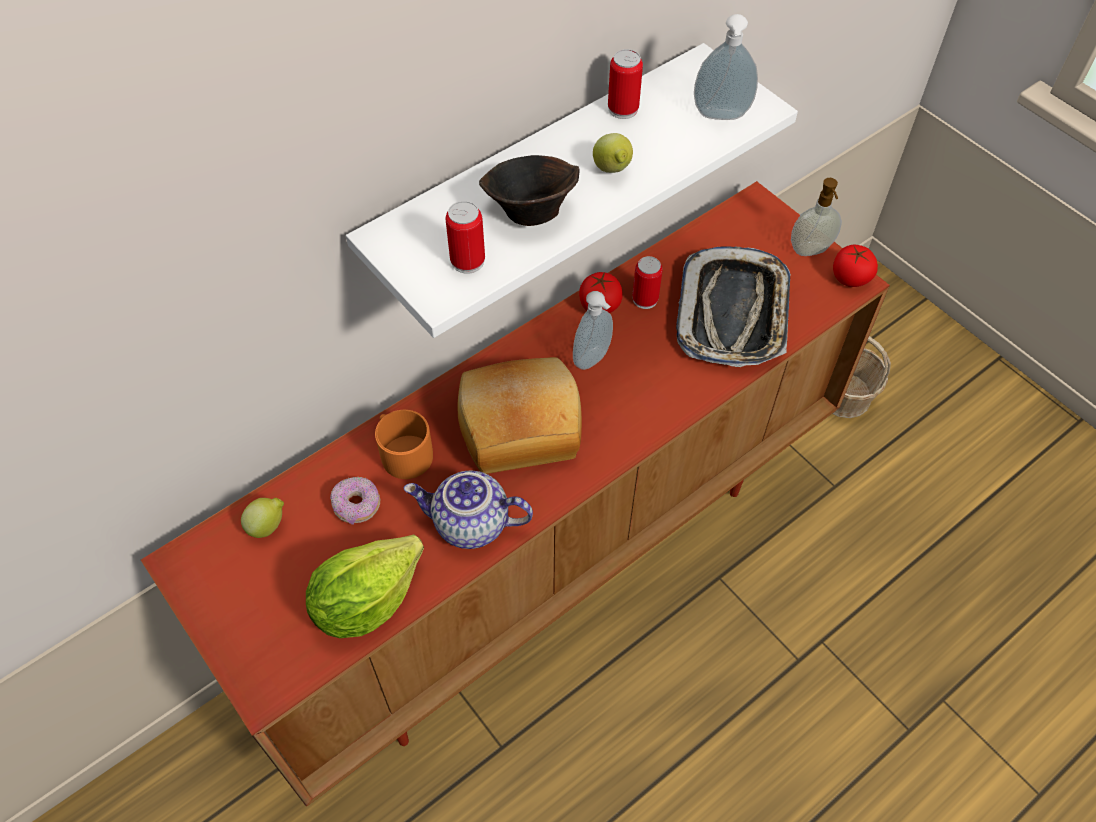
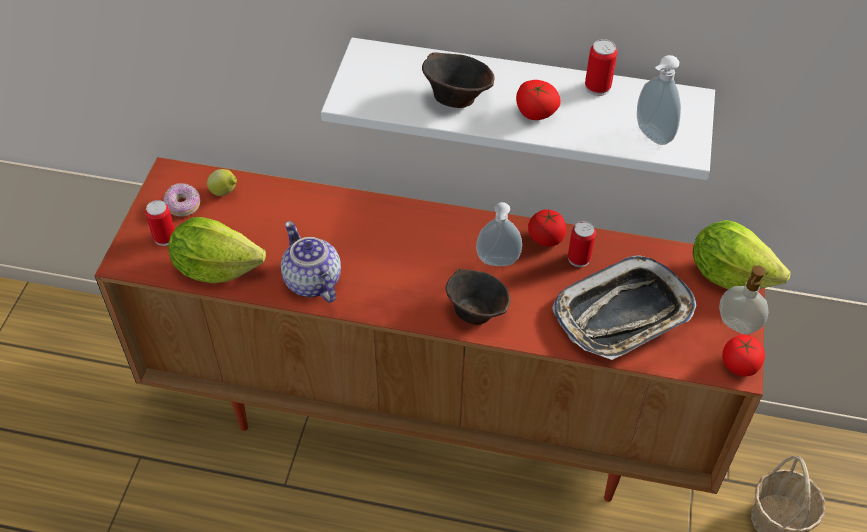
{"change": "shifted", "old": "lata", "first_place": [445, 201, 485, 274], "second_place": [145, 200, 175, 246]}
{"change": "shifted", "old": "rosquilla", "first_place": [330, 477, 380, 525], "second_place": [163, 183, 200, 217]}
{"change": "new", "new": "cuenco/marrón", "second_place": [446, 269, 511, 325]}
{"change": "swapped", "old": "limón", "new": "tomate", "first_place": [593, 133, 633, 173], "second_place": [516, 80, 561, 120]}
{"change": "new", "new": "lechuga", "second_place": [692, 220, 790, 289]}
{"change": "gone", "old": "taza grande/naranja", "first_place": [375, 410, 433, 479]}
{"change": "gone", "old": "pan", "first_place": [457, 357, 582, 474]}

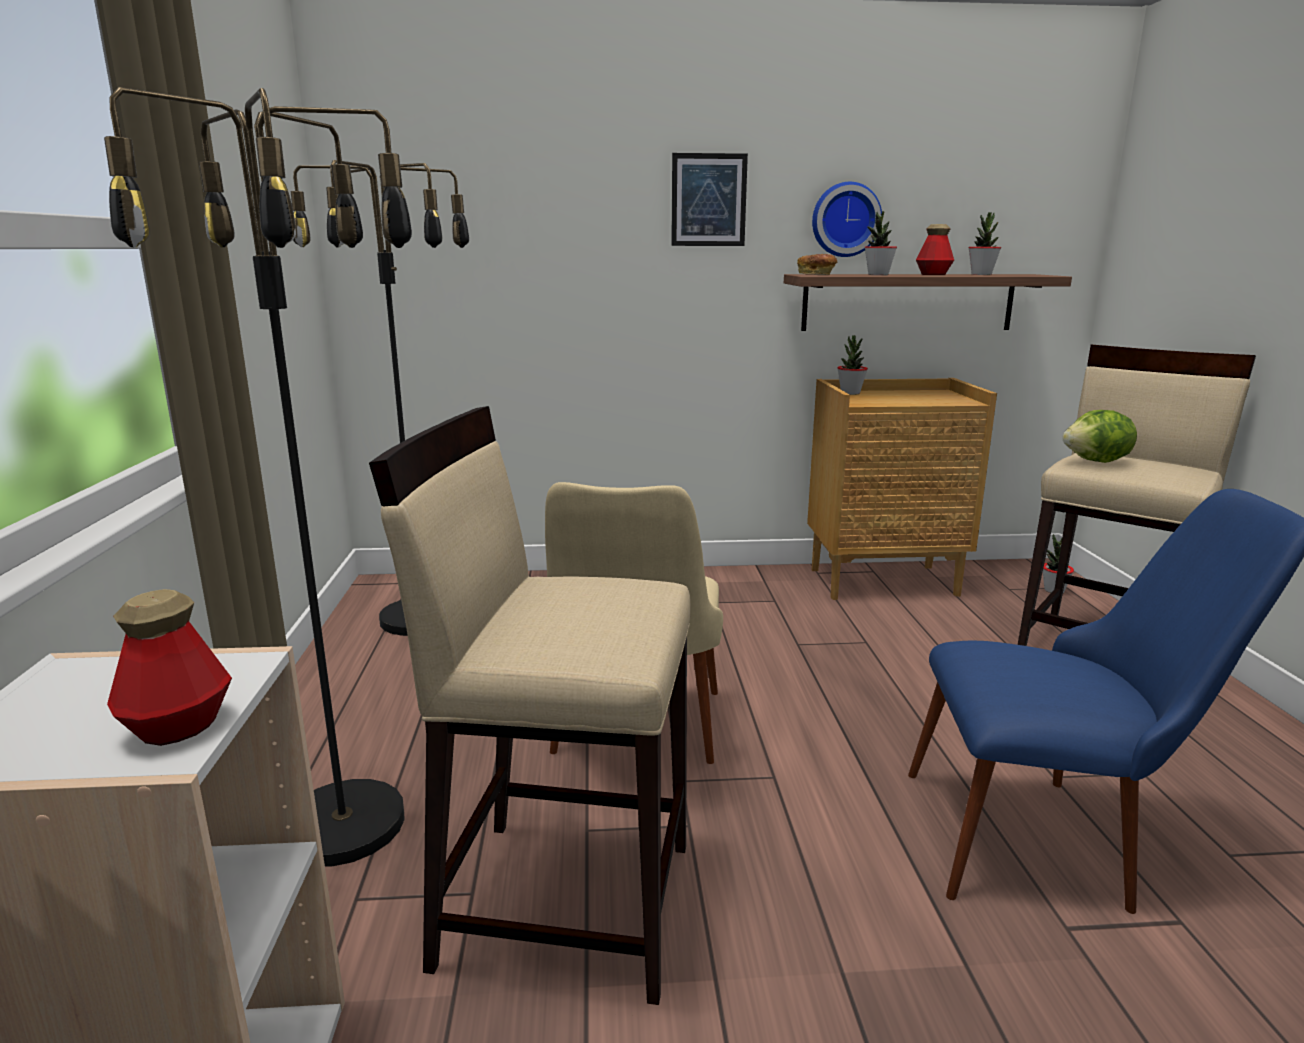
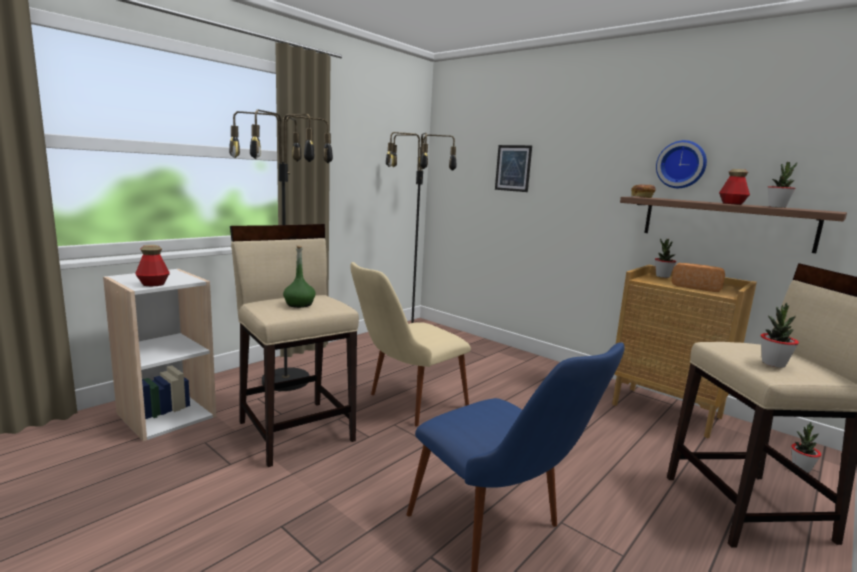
{"change": "new", "new": "botella/verde", "second_place": [283, 245, 316, 308]}
{"change": "shifted", "old": "cuadro", "first_place": [671, 153, 748, 246], "second_place": [495, 145, 532, 192]}
{"change": "new", "new": "pan", "second_place": [671, 263, 725, 292]}
{"change": "shifted", "old": "planta en maceta", "first_place": [865, 211, 897, 275], "second_place": [761, 303, 799, 368]}
{"change": "gone", "old": "lechuga", "first_place": [1063, 410, 1137, 463]}

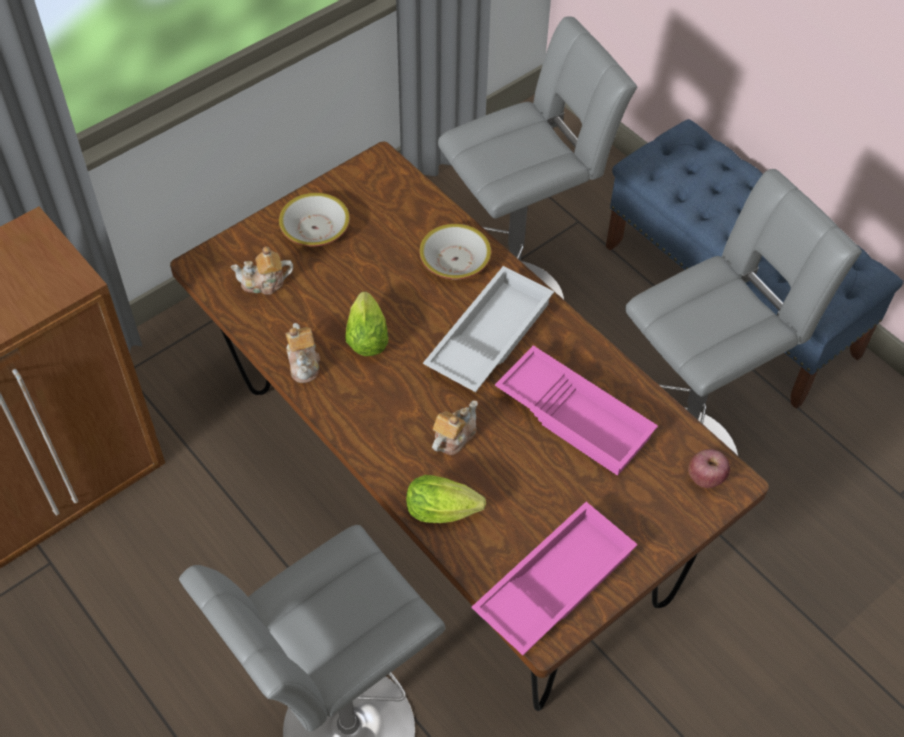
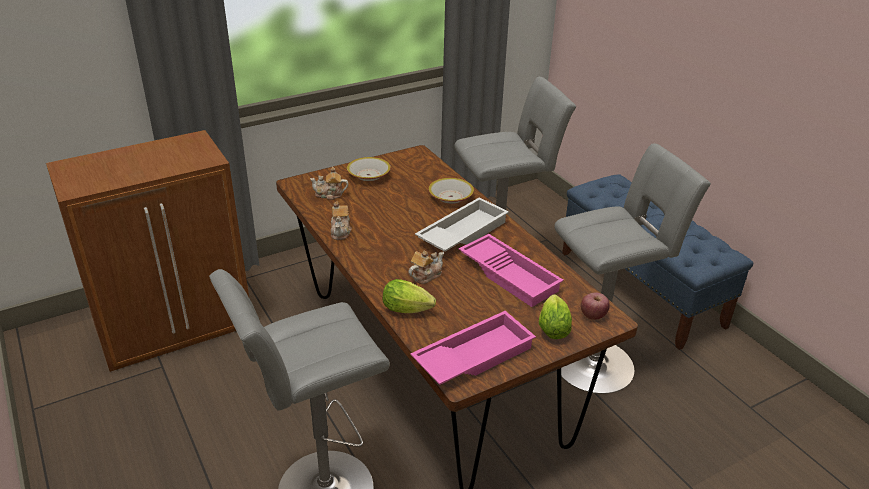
{"change": "shifted", "old": "lechuga", "first_place": [345, 292, 388, 356], "second_place": [539, 295, 572, 339]}

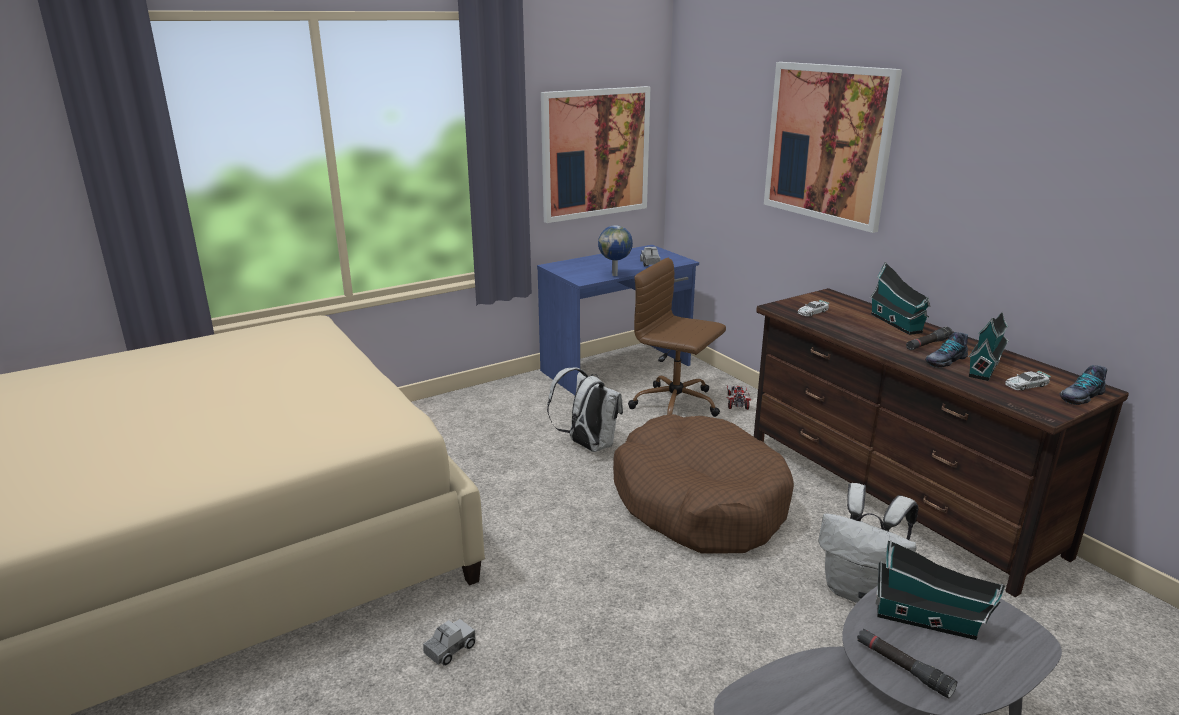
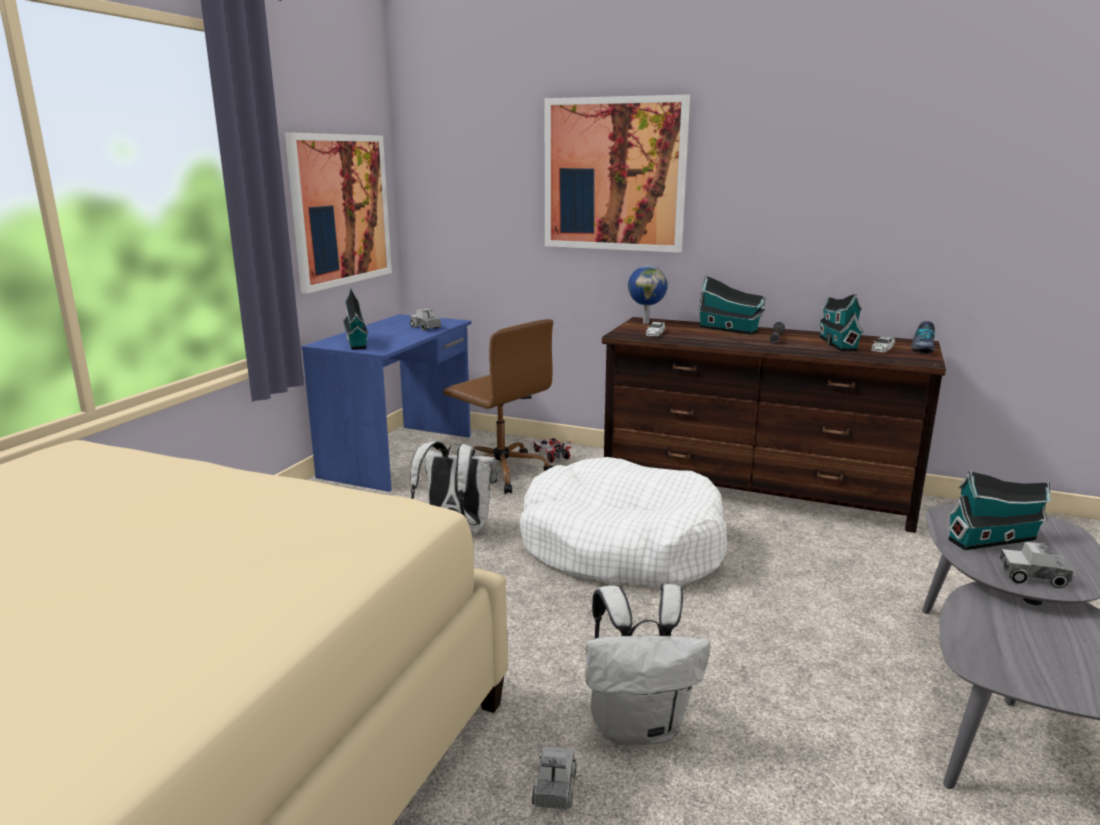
{"change": "new", "new": "casita", "second_place": [343, 287, 368, 350]}
{"change": "rotated", "old": "silla de oficina/marrón", "first_place": [628, 258, 726, 417], "second_place": [443, 319, 554, 494], "degrees": -135}
{"change": "repainted", "old": "cama para perro/marrón", "new": "cama para perro/blanco", "first_place": [613, 414, 794, 553], "second_place": [519, 457, 727, 587]}
{"change": "shifted", "old": "mochila/blanco", "first_place": [819, 483, 919, 603], "second_place": [586, 584, 711, 745]}
{"change": "shifted", "old": "globo terráqueo", "first_place": [598, 225, 633, 276], "second_place": [628, 266, 667, 324]}
{"change": "swapped", "old": "linterna/negro", "new": "camión de juguete", "first_place": [857, 628, 957, 698], "second_place": [999, 542, 1074, 588]}
{"change": "gone", "old": "zapato", "first_place": [925, 332, 968, 368]}

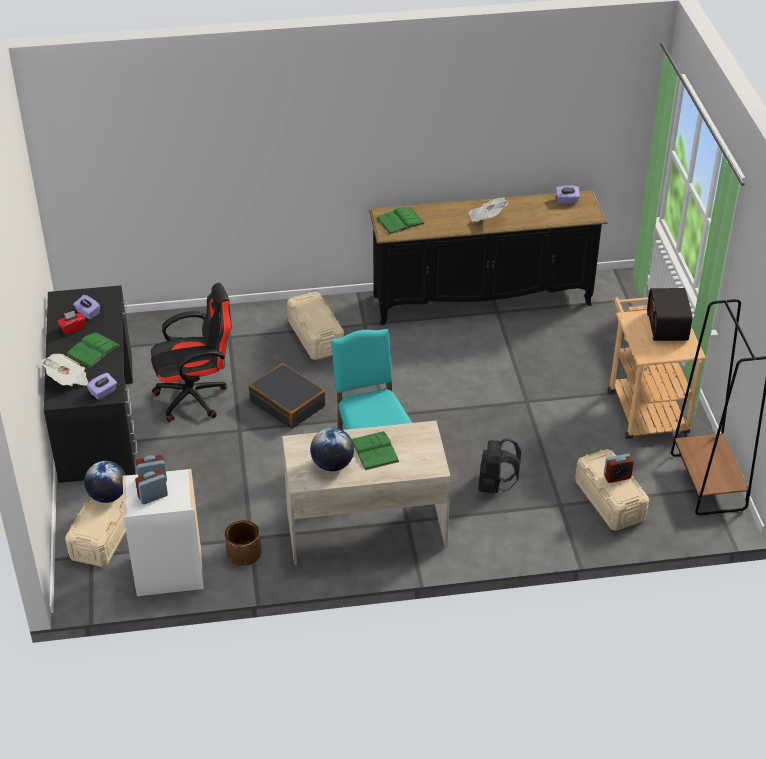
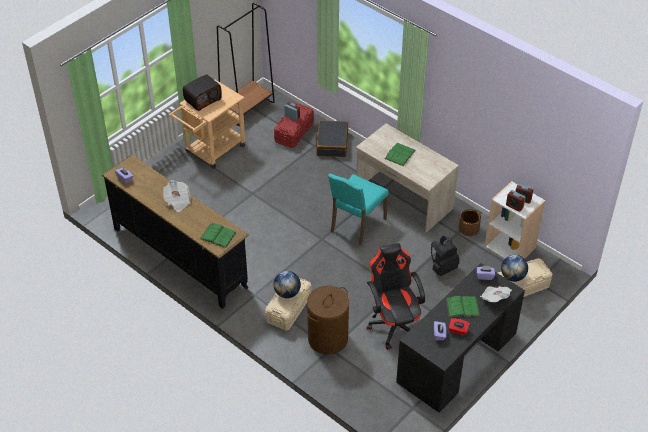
{"change": "shifted", "old": "globo terráqueo", "first_place": [310, 428, 354, 471], "second_place": [273, 271, 301, 298]}
{"change": "repainted", "old": "caja de almacenaje/beis", "new": "caja de almacenaje/rojo", "first_place": [575, 449, 649, 531], "second_place": [274, 103, 314, 148]}
{"change": "new", "new": "cesto de la ropa/marrón", "second_place": [307, 285, 349, 355]}
{"change": "shifted", "old": "maleta/negro", "first_place": [248, 363, 326, 429], "second_place": [315, 120, 348, 157]}
{"change": "rotated", "old": "silla de oficina/negro", "first_place": [151, 283, 232, 423], "second_place": [367, 243, 425, 350], "degrees": 45}
{"change": "shifted", "old": "mochila/negro", "first_place": [478, 438, 521, 493], "second_place": [431, 236, 459, 276]}

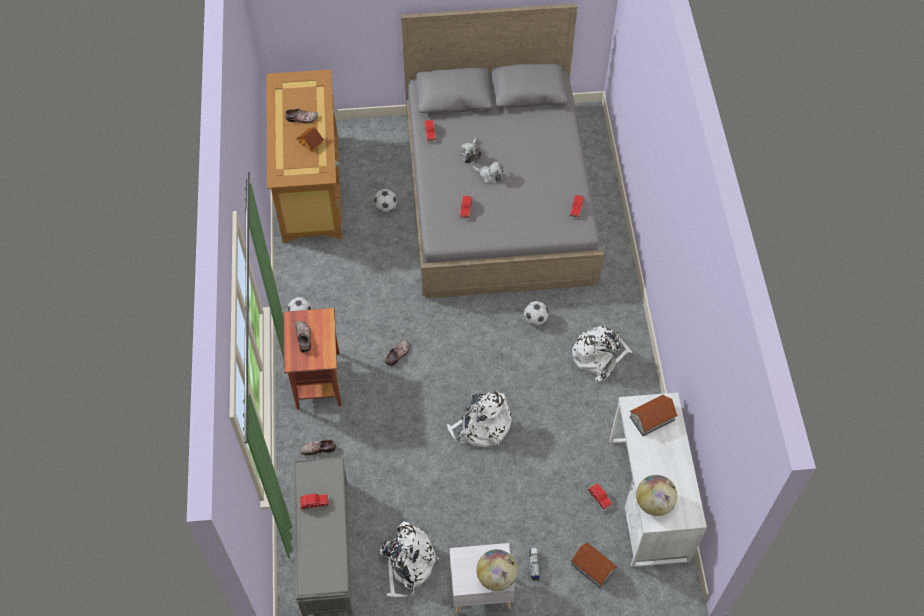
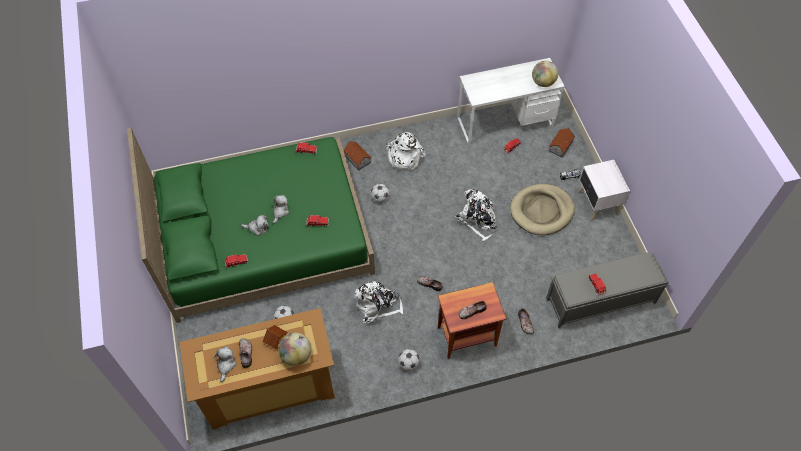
{"change": "repainted", "old": "cama/gris", "new": "cama/verde", "first_place": [401, 4, 604, 299], "second_place": [127, 128, 375, 323]}
{"change": "new", "new": "peluche", "second_place": [214, 346, 237, 382]}
{"change": "shifted", "old": "globo terráqueo", "first_place": [476, 549, 517, 591], "second_place": [278, 333, 311, 366]}
{"change": "shifted", "old": "casita", "first_place": [630, 395, 678, 436], "second_place": [344, 141, 372, 171]}
{"change": "shifted", "old": "mochila/blanco", "first_place": [380, 521, 439, 597], "second_place": [355, 281, 403, 323]}
{"change": "new", "new": "cama para perro/beis", "second_place": [510, 184, 575, 235]}

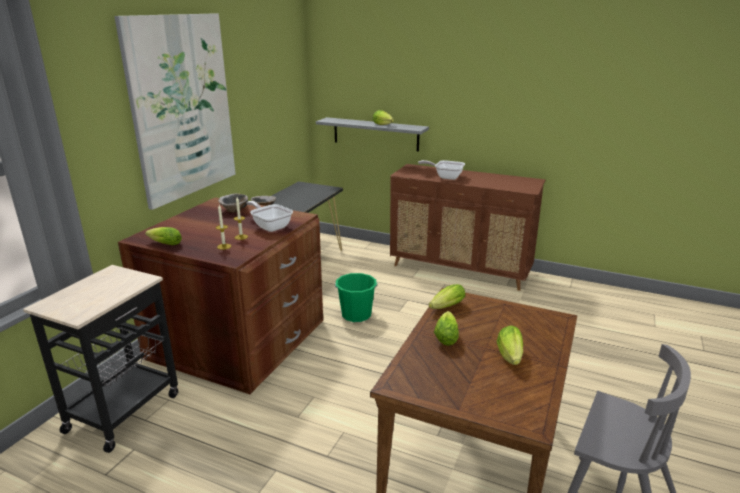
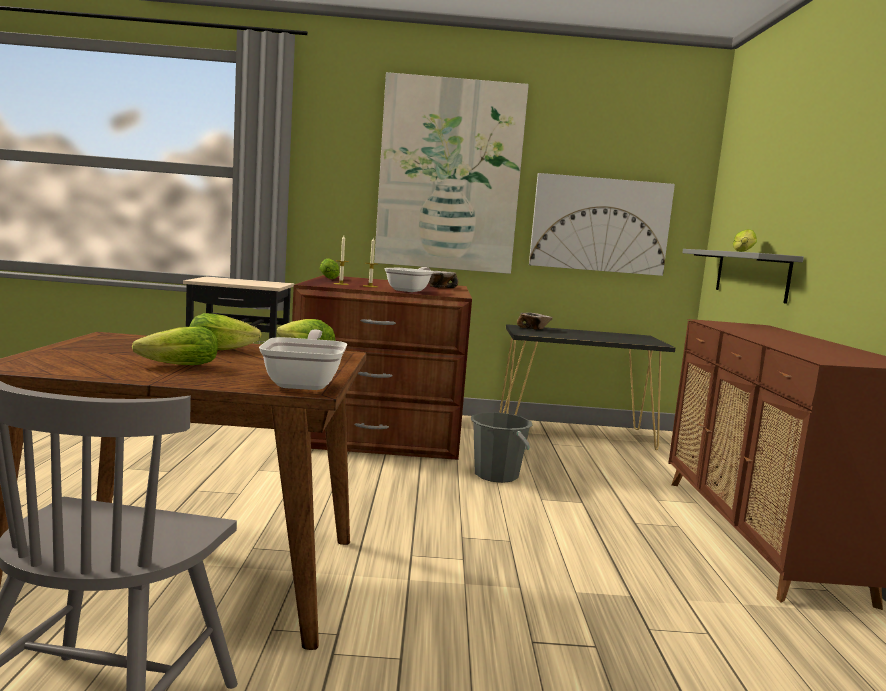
{"change": "shifted", "old": "sartén", "first_place": [418, 160, 465, 180], "second_place": [259, 329, 347, 390]}
{"change": "repainted", "old": "cubo/verde", "new": "cubo/gris", "first_place": [335, 273, 377, 322], "second_place": [471, 412, 533, 483]}
{"change": "new", "new": "cuadro", "second_place": [529, 173, 675, 276]}

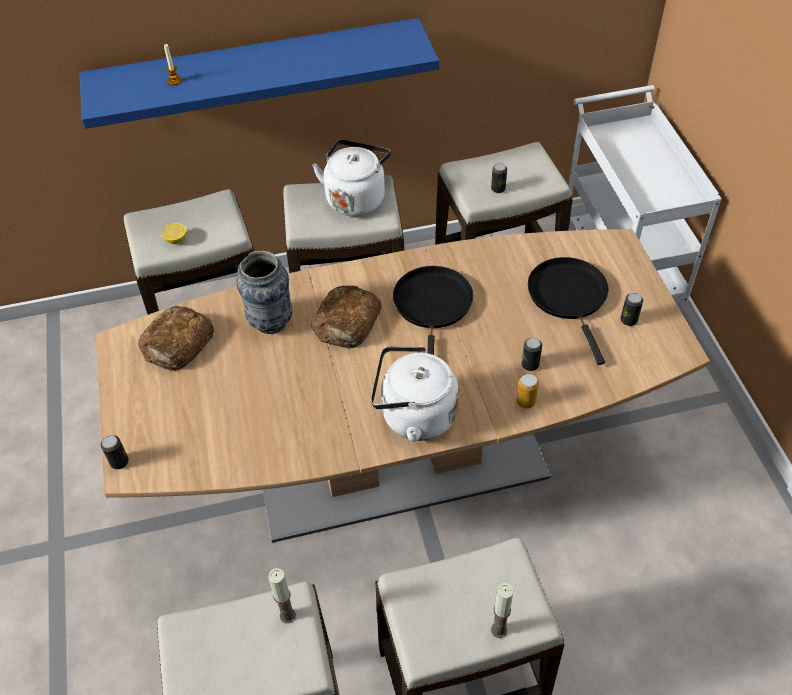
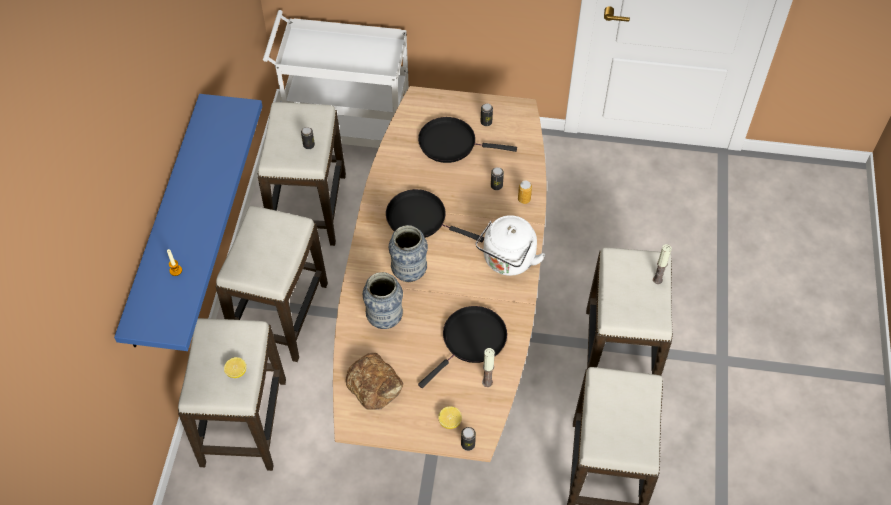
{"change": "swapped", "old": "pan", "new": "florero", "first_place": [311, 285, 381, 348], "second_place": [389, 225, 428, 282]}
{"change": "new", "new": "sartén/negro", "second_place": [418, 306, 507, 388]}
{"change": "new", "new": "limón", "second_place": [438, 406, 462, 429]}
{"change": "shifted", "old": "vela", "first_place": [268, 568, 296, 623], "second_place": [482, 348, 495, 387]}
{"change": "gone", "old": "hervidor/blanco", "first_place": [312, 139, 391, 216]}

